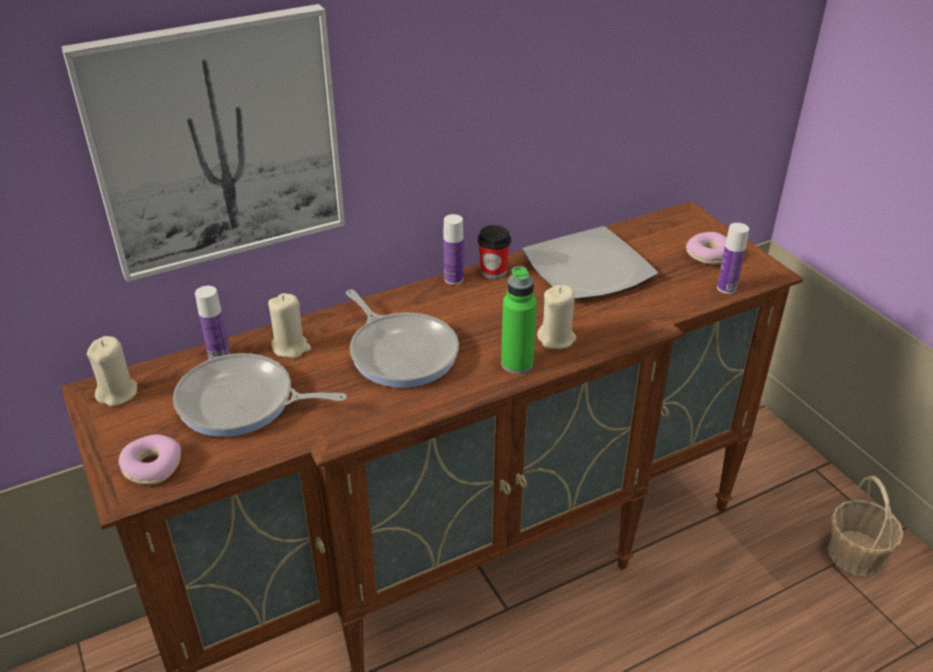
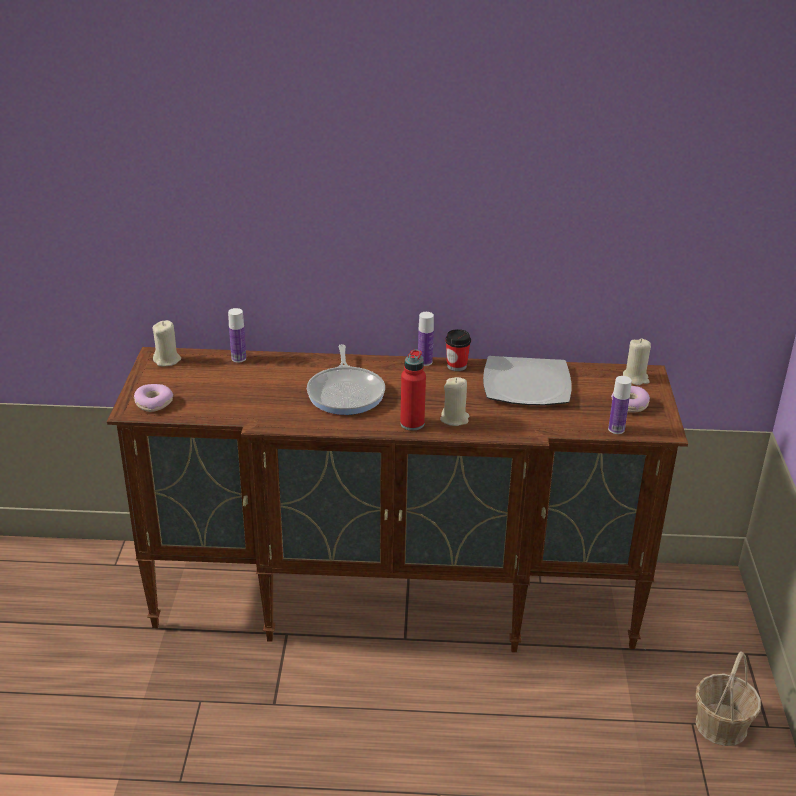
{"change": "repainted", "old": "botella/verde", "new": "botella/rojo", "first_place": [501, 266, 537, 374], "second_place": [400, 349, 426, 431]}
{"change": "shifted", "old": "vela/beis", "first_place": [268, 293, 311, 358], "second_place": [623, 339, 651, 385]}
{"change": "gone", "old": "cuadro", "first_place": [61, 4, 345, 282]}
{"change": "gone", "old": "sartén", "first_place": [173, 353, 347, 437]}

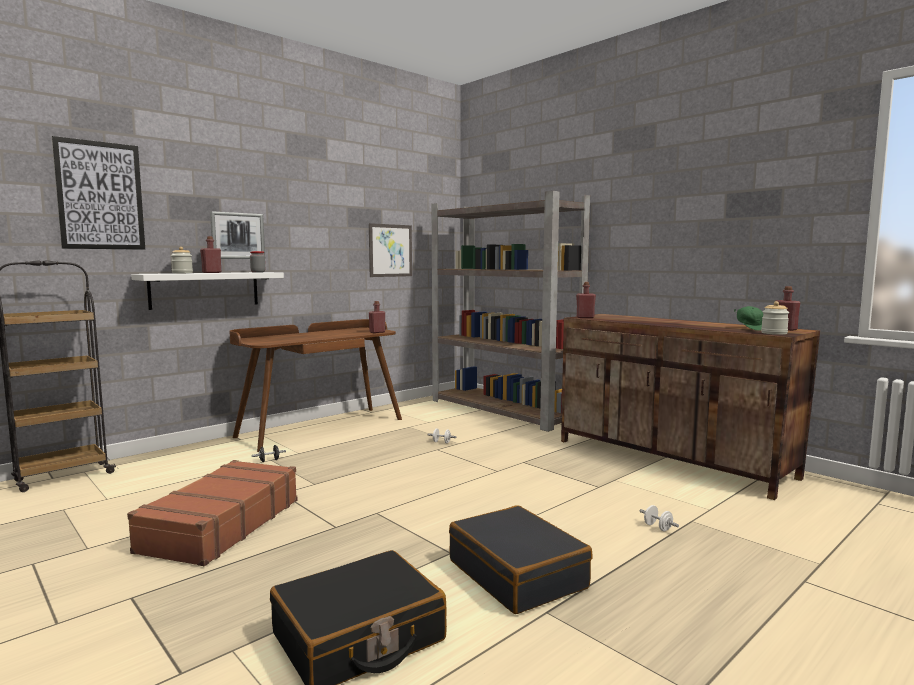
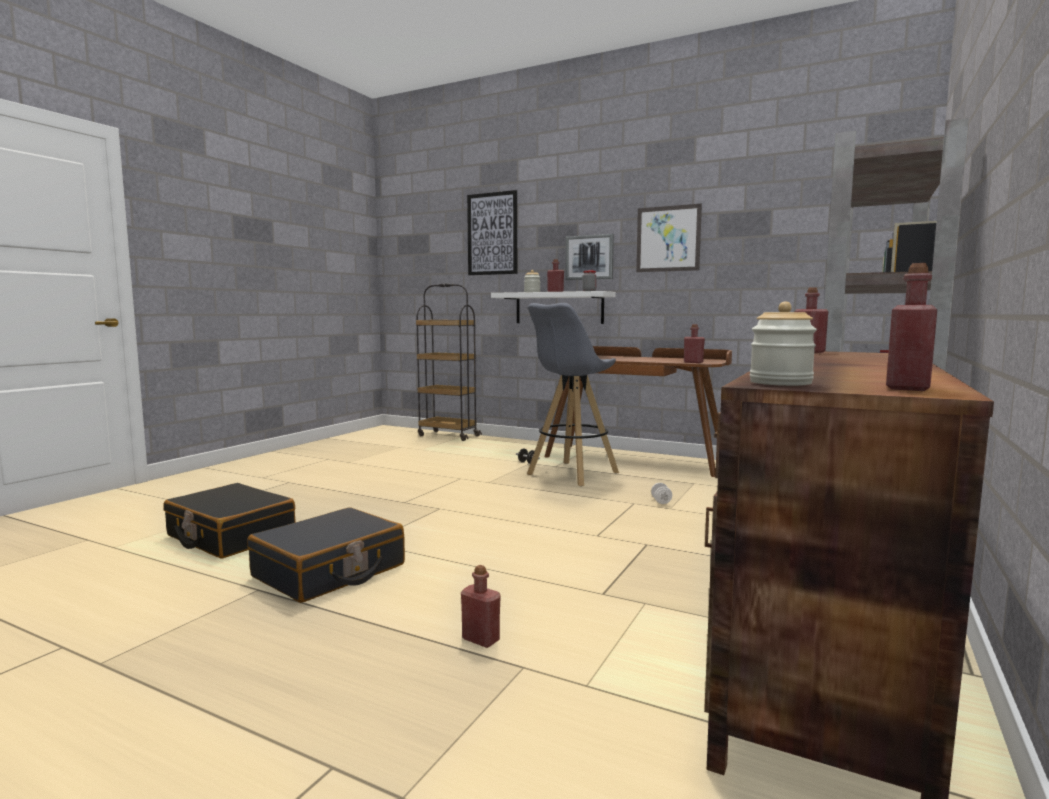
{"change": "swapped", "old": "mancuerna/blanco", "new": "botella/rojo", "first_place": [640, 505, 679, 531], "second_place": [461, 565, 501, 648]}
{"change": "new", "new": "taburete/gris", "second_place": [527, 303, 619, 486]}
{"change": "shifted", "old": "cuadro", "first_place": [369, 223, 412, 277], "second_place": [636, 203, 702, 272]}
{"change": "gone", "old": "maleta/marrón", "first_place": [127, 460, 297, 566]}
{"change": "gone", "old": "gorra/verde", "first_place": [734, 306, 763, 331]}

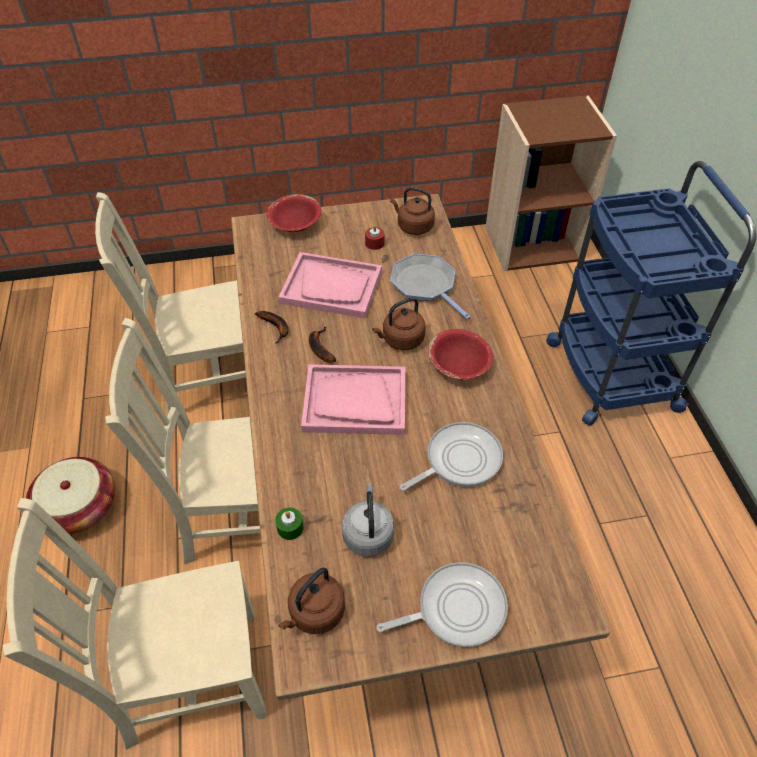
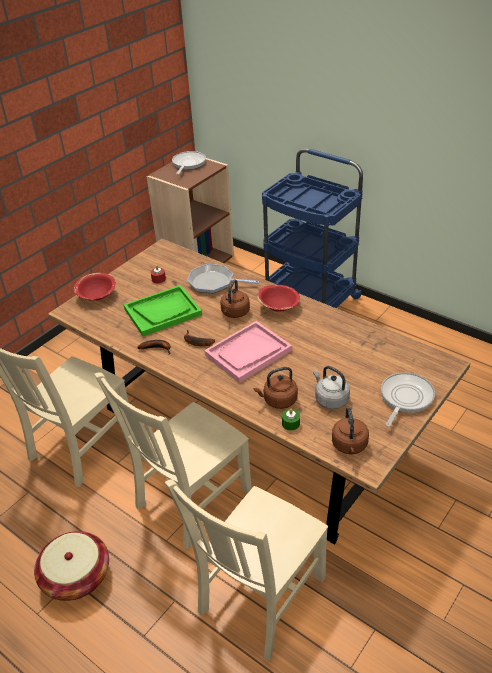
{"change": "repainted", "old": "bandeja/rosa", "new": "bandeja/verde", "first_place": [278, 252, 382, 318], "second_place": [123, 285, 202, 336]}
{"change": "shifted", "old": "sartén", "first_place": [400, 422, 503, 491], "second_place": [172, 151, 206, 175]}
{"change": "shifted", "old": "hervidor/marrón", "first_place": [391, 187, 435, 235], "second_place": [254, 367, 298, 409]}

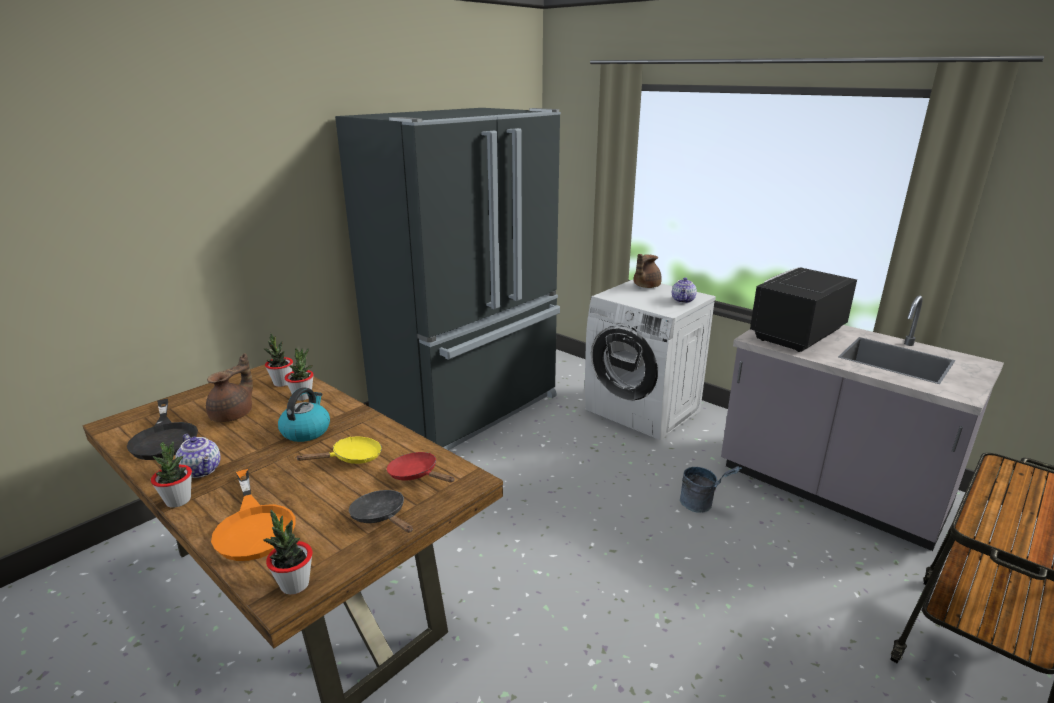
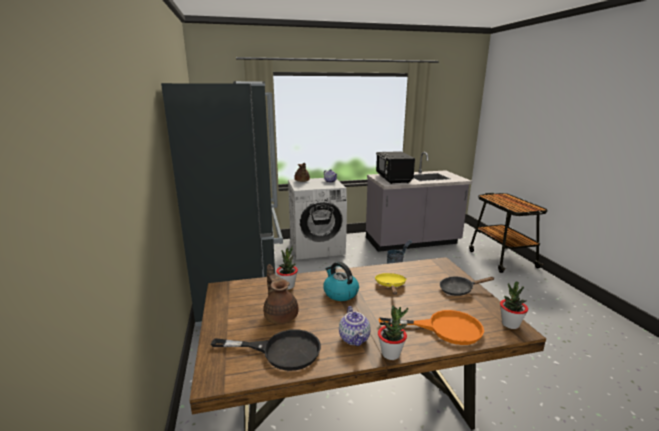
{"change": "rotated", "old": "tetera", "first_place": [175, 434, 221, 478], "second_place": [339, 306, 371, 346], "degrees": 90}
{"change": "gone", "old": "planta en maceta", "first_place": [264, 333, 293, 387]}
{"change": "gone", "old": "sartén/rojo", "first_place": [387, 452, 455, 483]}

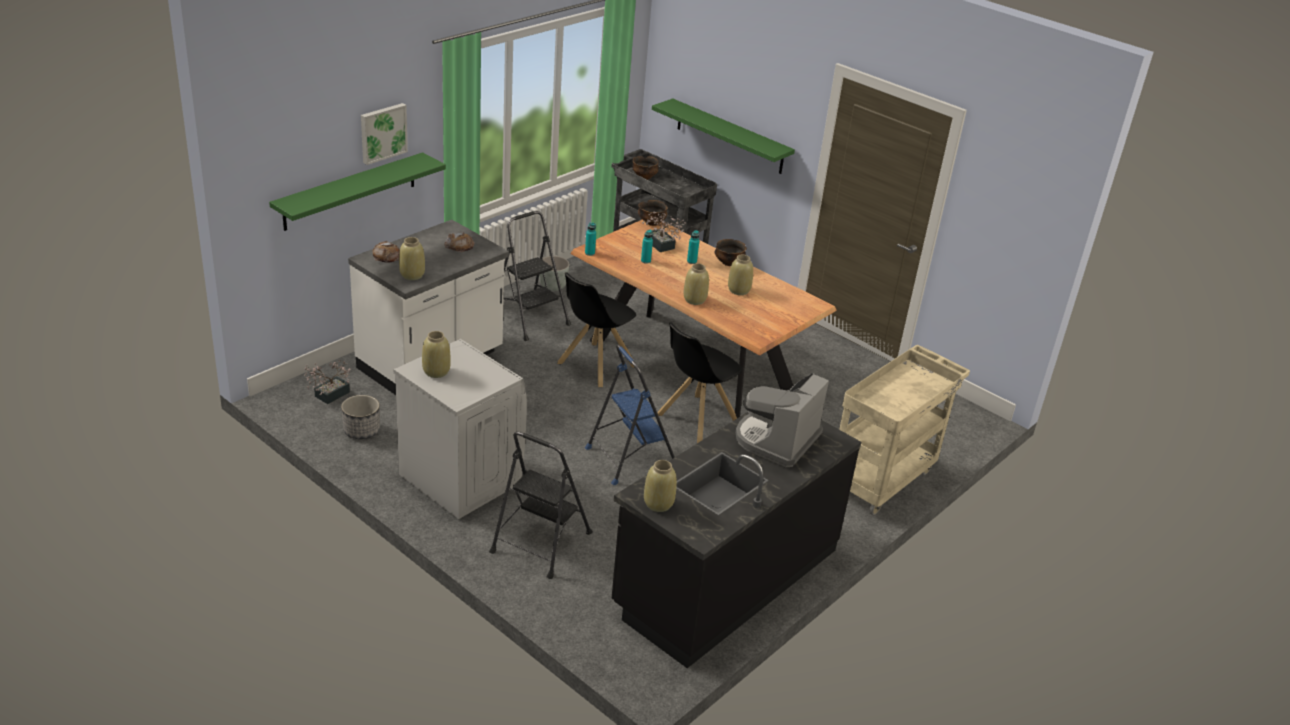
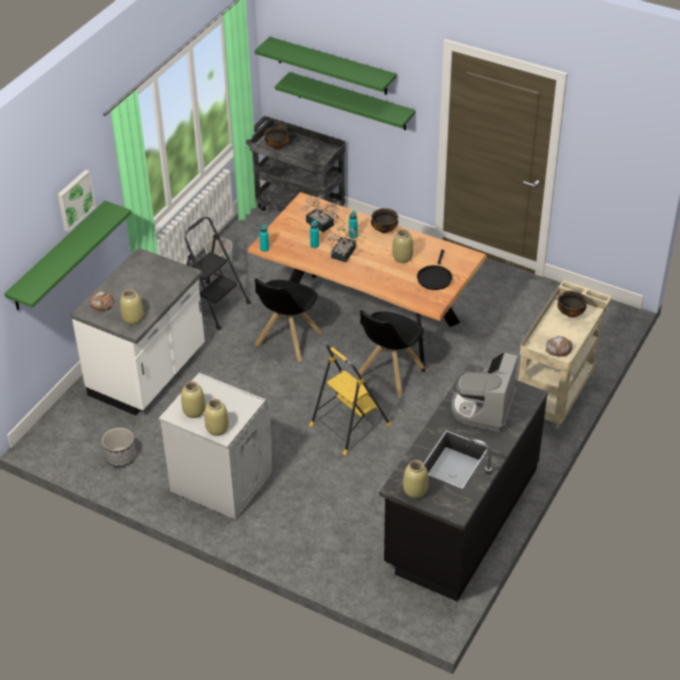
{"change": "shifted", "old": "florero/beis", "first_place": [684, 264, 709, 305], "second_place": [204, 399, 229, 436]}
{"change": "new", "new": "estante/verde", "second_place": [255, 37, 397, 95]}
{"change": "repainted", "old": "escalera de tijera/azul", "new": "escalera de tijera/amarillo", "first_place": [585, 344, 675, 485], "second_place": [309, 345, 392, 455]}
{"change": "shifted", "old": "planta en maceta", "first_place": [304, 360, 351, 404], "second_place": [325, 223, 357, 262]}
{"change": "new", "new": "sartén/negro", "second_place": [417, 250, 452, 290]}
{"change": "shifted", "old": "pan", "first_place": [444, 232, 475, 252], "second_place": [546, 336, 573, 357]}
{"change": "shifted", "old": "cuenco", "first_place": [638, 200, 668, 226], "second_place": [557, 291, 587, 317]}
{"change": "gone", "old": "escalera de tijera/negro", "first_place": [489, 432, 593, 579]}

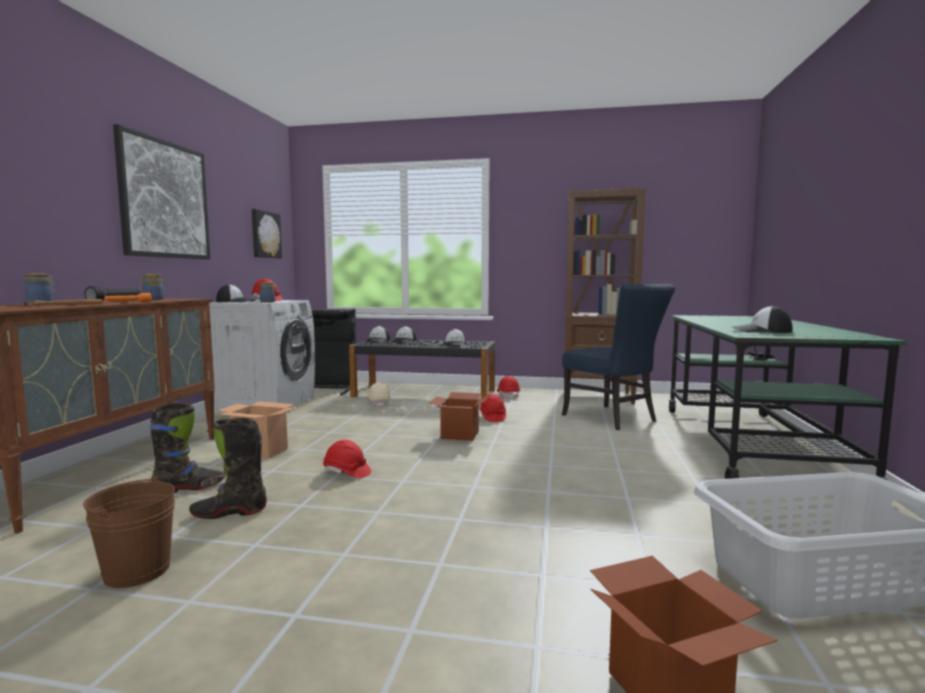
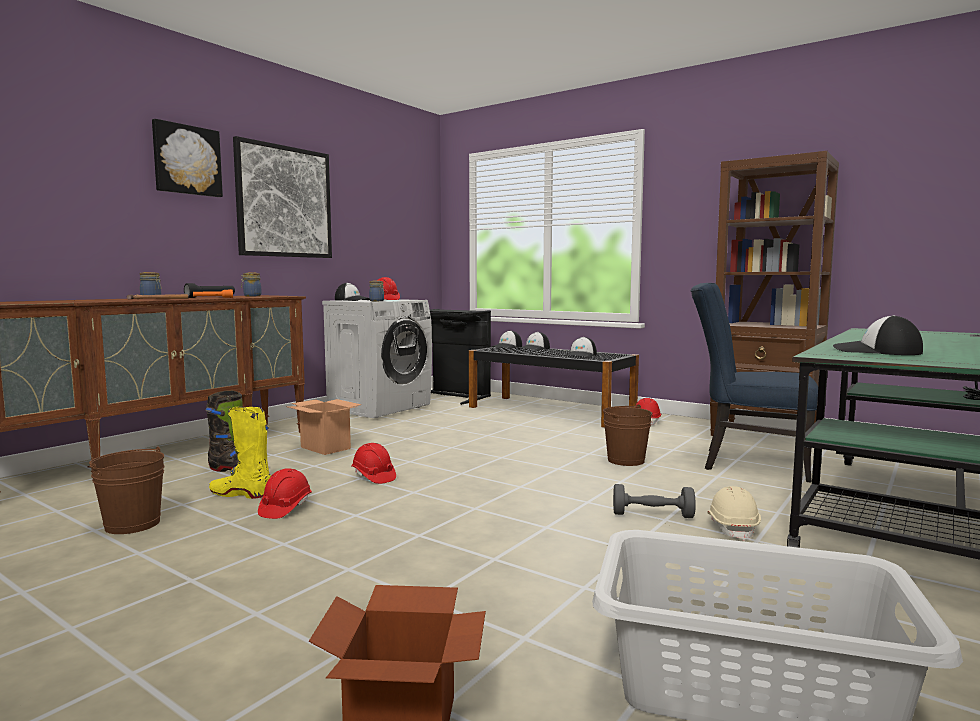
{"change": "shifted", "old": "cuadro", "first_place": [252, 209, 282, 259], "second_place": [152, 119, 223, 197]}
{"change": "repainted", "old": "bota/negro", "new": "bota/amarillo", "first_place": [189, 418, 267, 519], "second_place": [209, 406, 271, 499]}
{"change": "shifted", "old": "casco/rojo", "first_place": [479, 394, 506, 422], "second_place": [258, 468, 312, 519]}
{"change": "new", "new": "cubo/marrón", "second_place": [603, 404, 652, 466]}
{"change": "new", "new": "mancuerna/gris", "second_place": [613, 484, 696, 518]}
{"change": "rotated", "old": "silla/azul", "first_place": [562, 284, 676, 430], "second_place": [690, 283, 818, 483], "degrees": 120}
{"change": "shifted", "old": "casco/beis", "first_place": [367, 382, 391, 407], "second_place": [707, 486, 761, 541]}
{"change": "gone", "old": "caja de cartón", "first_place": [429, 392, 489, 441]}

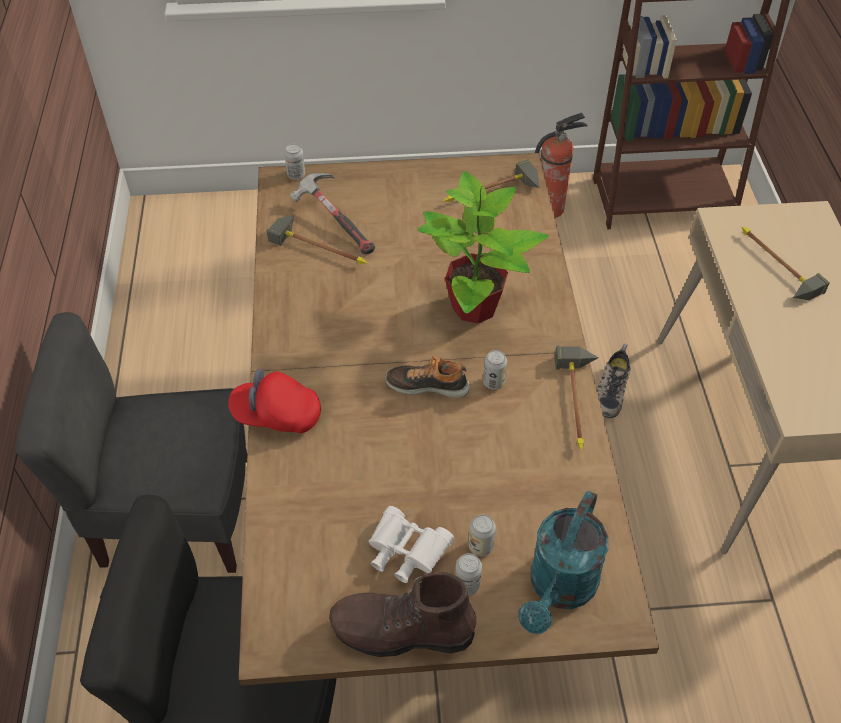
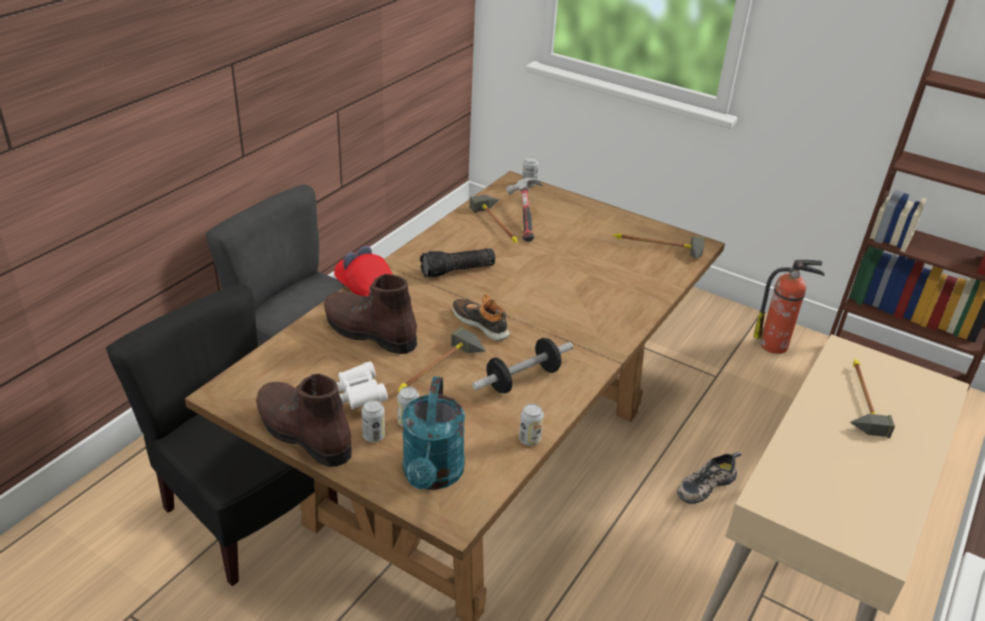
{"change": "new", "new": "bota/marrón", "second_place": [324, 274, 417, 354]}
{"change": "shifted", "old": "martillo", "first_place": [555, 345, 599, 451], "second_place": [397, 327, 486, 392]}
{"change": "rotated", "old": "regadera/turquesa", "first_place": [518, 490, 608, 634], "second_place": [402, 377, 465, 490], "degrees": -60}
{"change": "new", "new": "linterna", "second_place": [420, 248, 495, 277]}
{"change": "new", "new": "mancuerna", "second_place": [472, 338, 573, 394]}
{"change": "shifted", "old": "lata", "first_place": [483, 350, 507, 390], "second_place": [519, 404, 544, 446]}
{"change": "gone", "old": "planta en maceta", "first_place": [417, 171, 549, 323]}

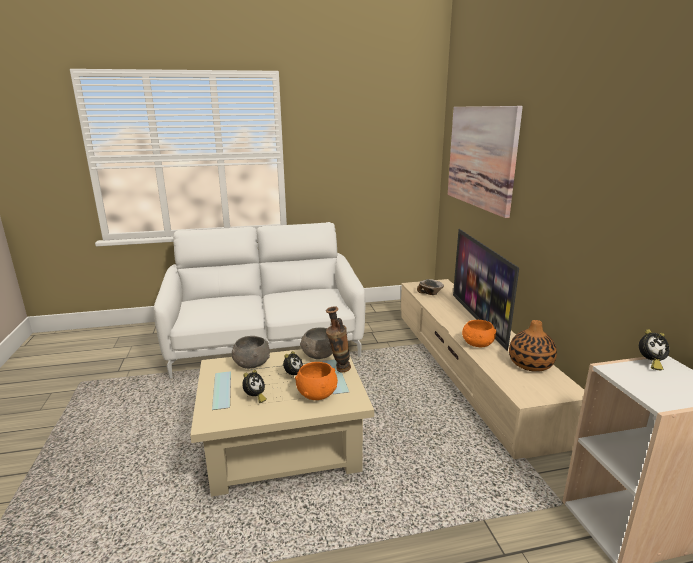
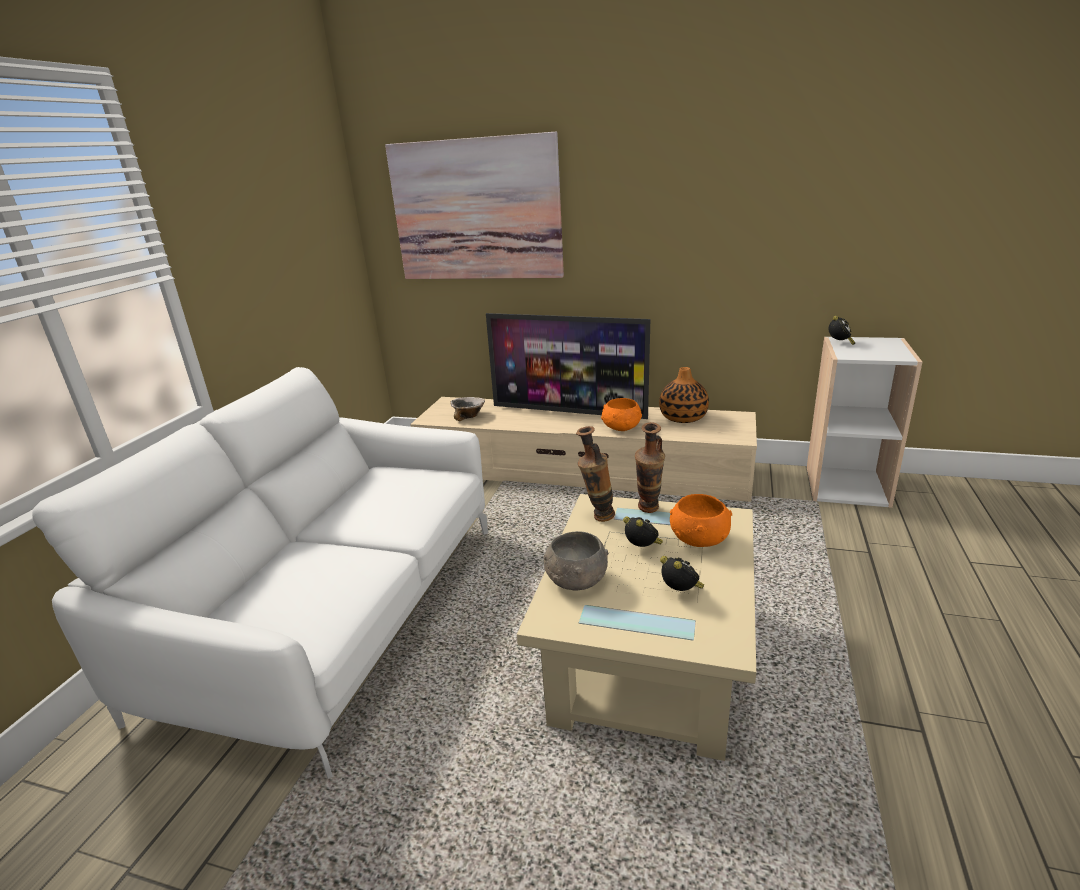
{"change": "swapped", "old": "cuenco/gris", "new": "florero", "first_place": [300, 327, 333, 359], "second_place": [576, 426, 615, 522]}

